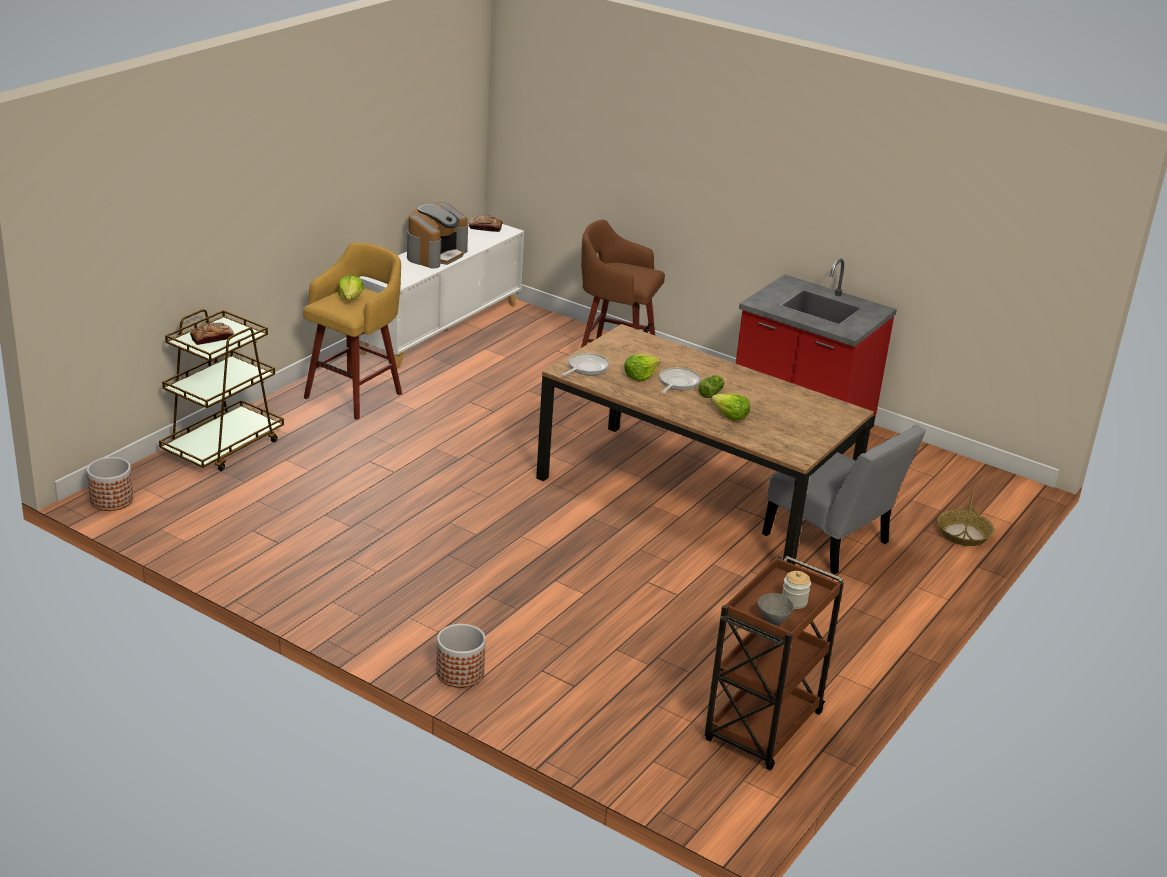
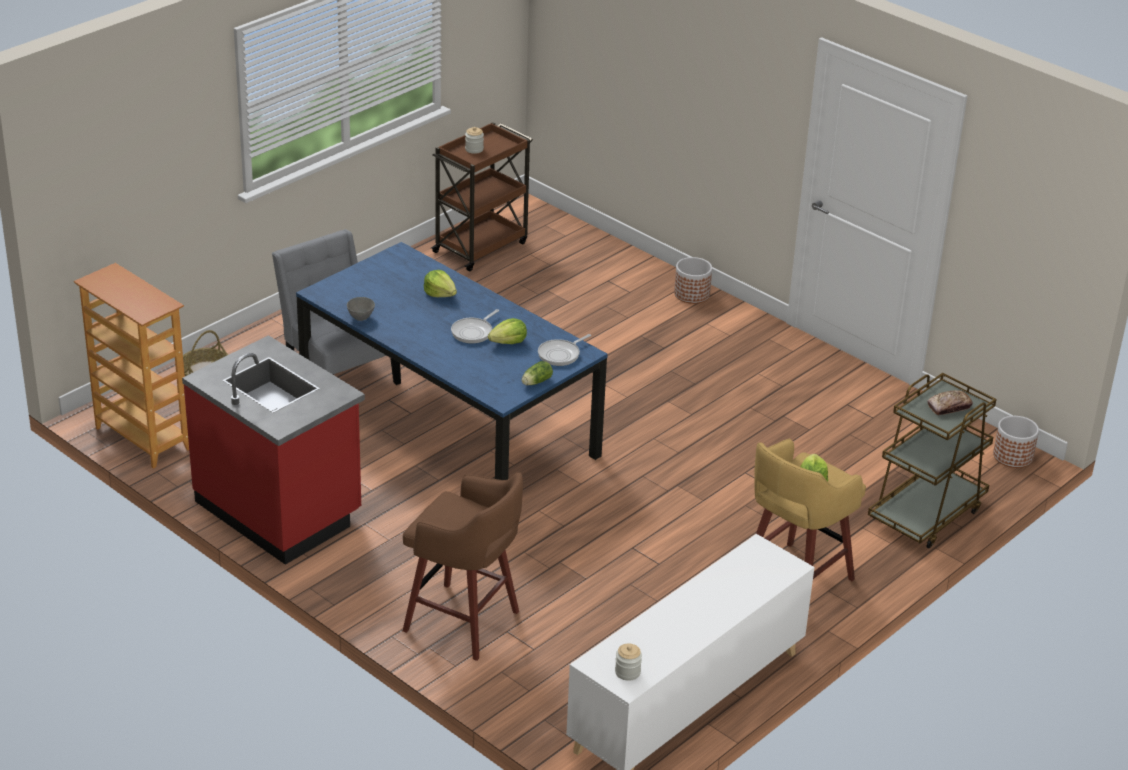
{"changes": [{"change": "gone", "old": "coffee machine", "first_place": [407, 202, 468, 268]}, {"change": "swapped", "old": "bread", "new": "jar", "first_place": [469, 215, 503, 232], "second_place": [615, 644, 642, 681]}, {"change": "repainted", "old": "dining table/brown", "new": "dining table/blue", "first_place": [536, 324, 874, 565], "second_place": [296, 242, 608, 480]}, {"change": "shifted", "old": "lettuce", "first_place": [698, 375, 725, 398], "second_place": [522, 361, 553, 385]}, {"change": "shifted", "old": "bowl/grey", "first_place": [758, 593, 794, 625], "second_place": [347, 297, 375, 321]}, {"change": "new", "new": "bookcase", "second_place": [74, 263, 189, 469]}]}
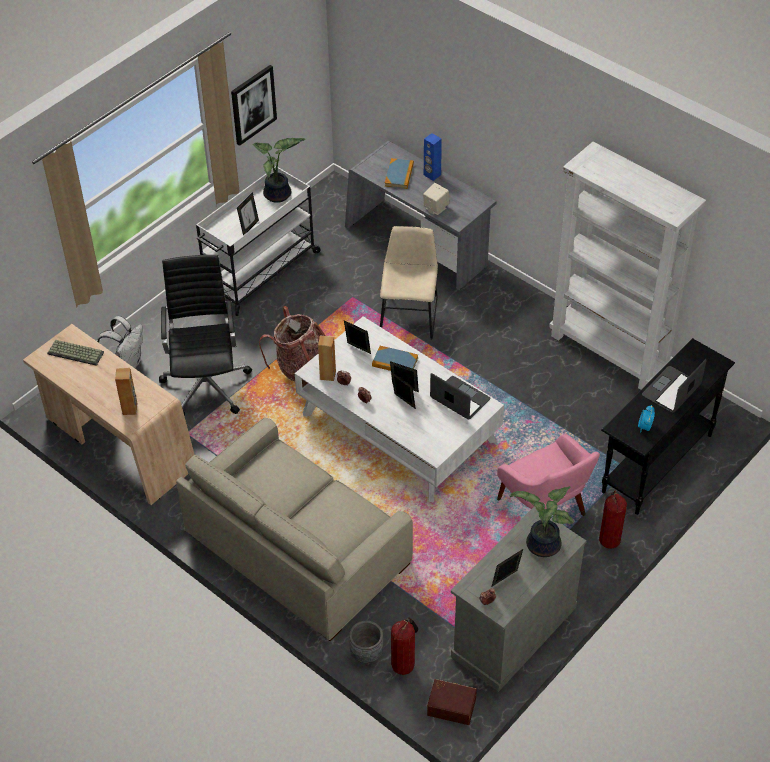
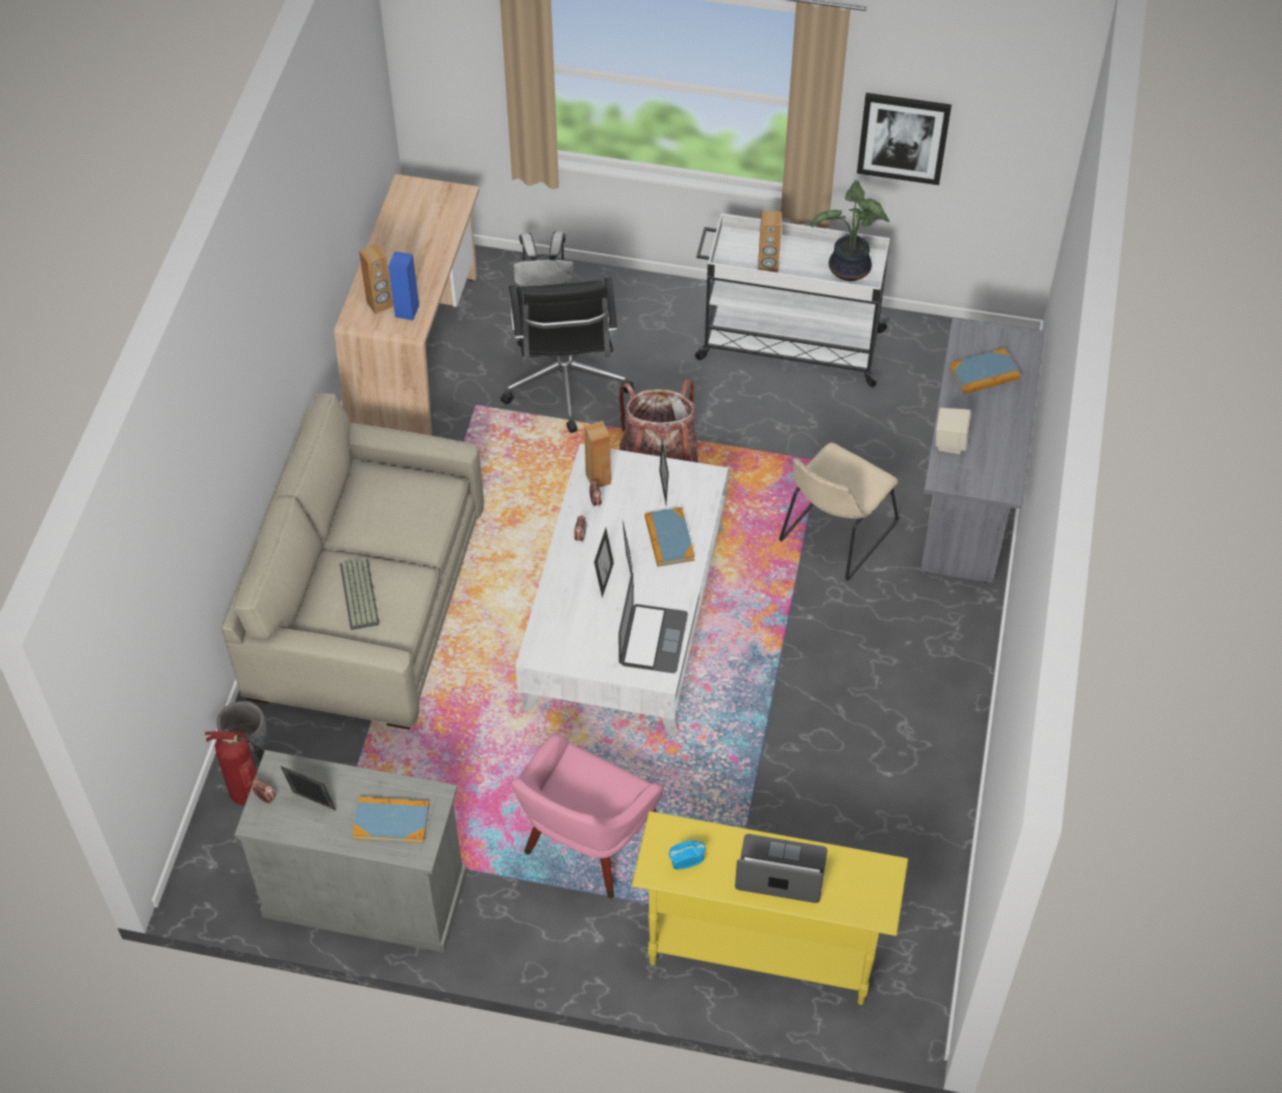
{"changes": [{"change": "shifted", "old": "keyboard", "first_place": [47, 340, 104, 366], "second_place": [340, 558, 379, 630]}, {"change": "rotated", "old": "office chair/black", "first_place": [159, 255, 252, 416], "second_place": [500, 278, 634, 433], "degrees": 120}, {"change": "swapped", "old": "picture frame", "new": "speaker/brown", "first_place": [237, 192, 259, 235], "second_place": [758, 211, 782, 273]}, {"change": "rotated", "old": "chair/beige", "first_place": [380, 226, 438, 339], "second_place": [779, 442, 899, 581], "degrees": 150}, {"change": "shifted", "old": "speaker/blue", "first_place": [424, 133, 442, 181], "second_place": [388, 251, 419, 320]}, {"change": "gone", "old": "storage box/brown", "first_place": [427, 679, 477, 725]}, {"change": "swapped", "old": "potted plant", "new": "book", "first_place": [510, 486, 574, 557], "second_place": [353, 797, 429, 843]}, {"change": "gone", "old": "bookcase/white", "first_place": [549, 142, 706, 389]}, {"change": "gone", "old": "fire extinguisher", "first_place": [599, 490, 627, 549]}, {"change": "repainted", "old": "console table/black", "new": "console table/yellow", "first_place": [601, 338, 735, 515], "second_place": [632, 811, 908, 1005]}]}
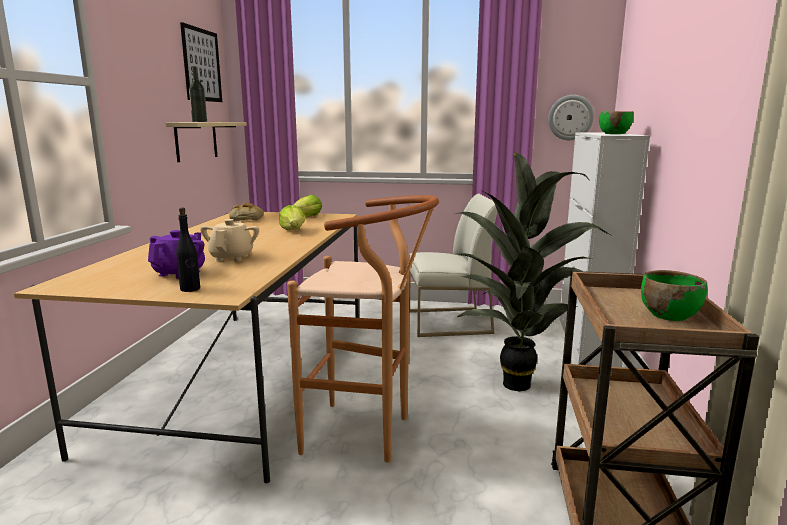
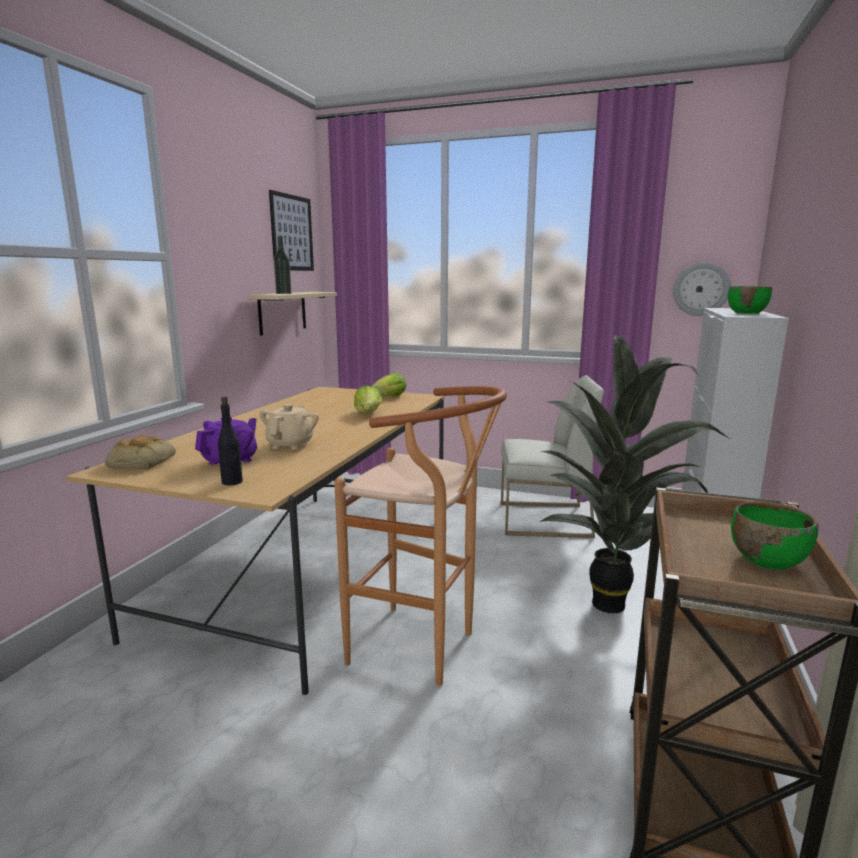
{"changes": [{"change": "shifted", "old": "bread", "first_place": [229, 202, 264, 221], "second_place": [105, 435, 176, 469]}]}
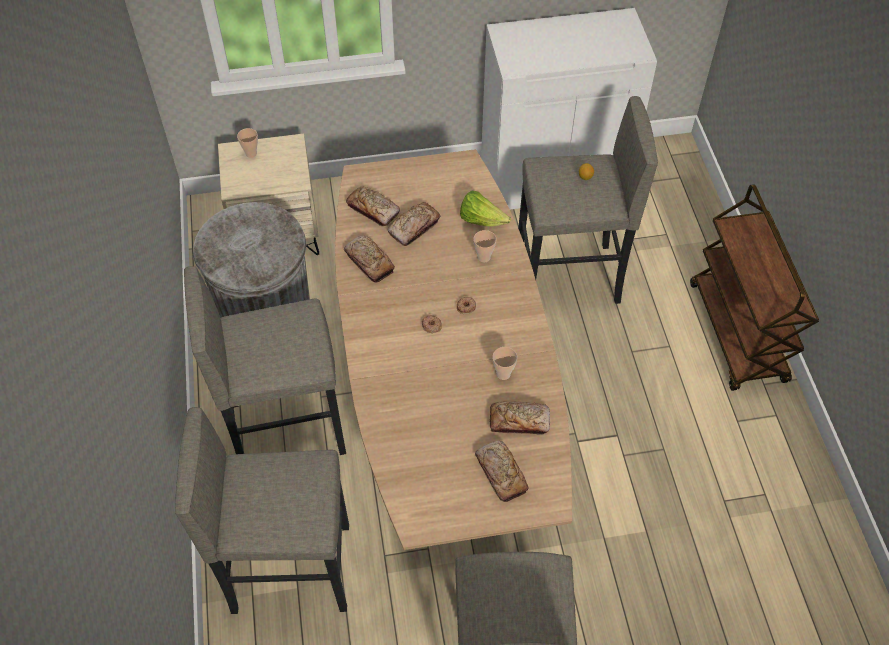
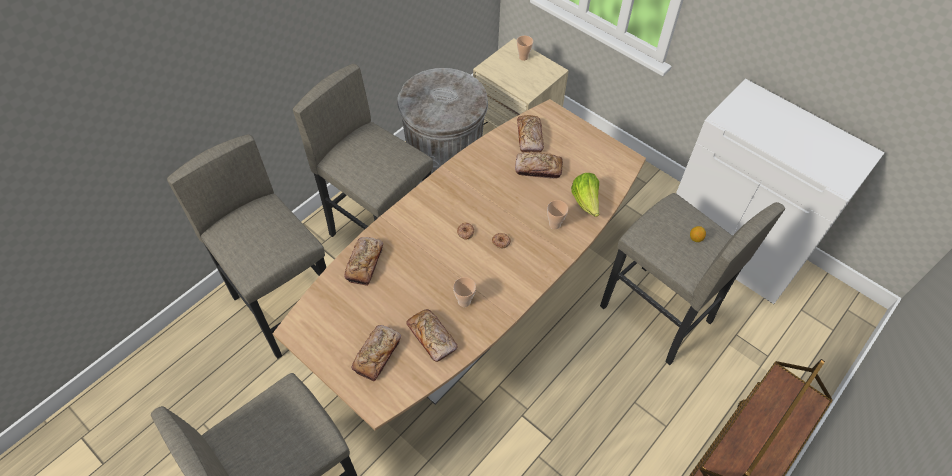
{"changes": [{"change": "shifted", "old": "bread", "first_place": [344, 236, 395, 283], "second_place": [344, 237, 383, 286]}]}
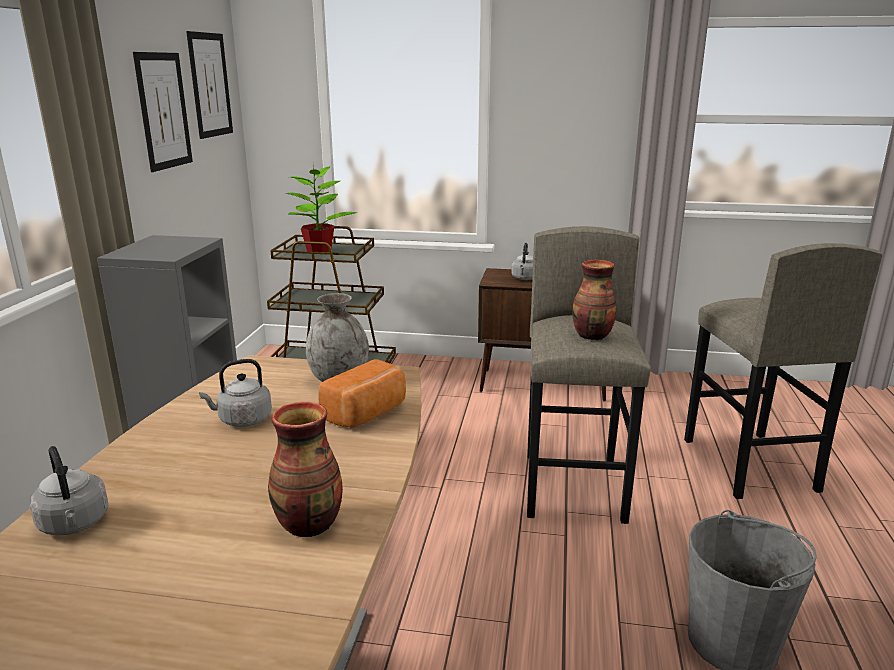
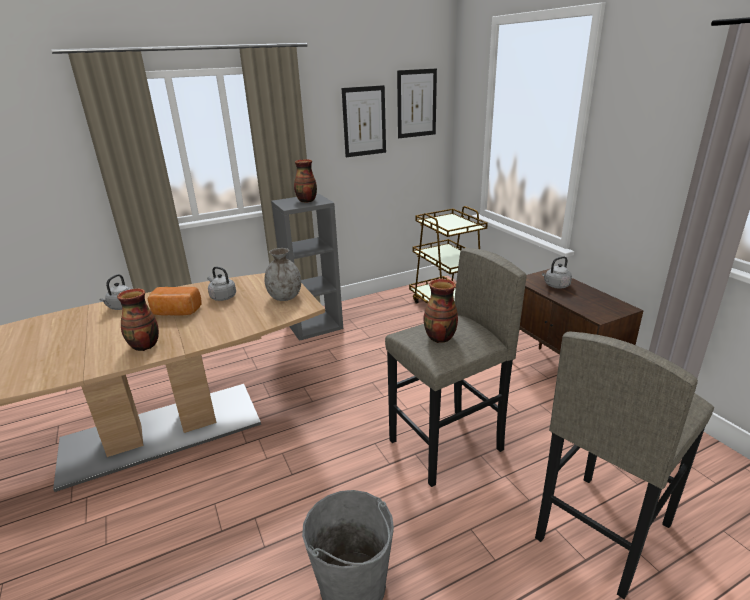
{"changes": [{"change": "gone", "old": "potted plant", "first_place": [286, 163, 357, 252]}, {"change": "shifted", "old": "bread", "first_place": [318, 359, 406, 428], "second_place": [148, 287, 202, 316]}, {"change": "new", "new": "vase", "second_place": [294, 159, 317, 203]}]}
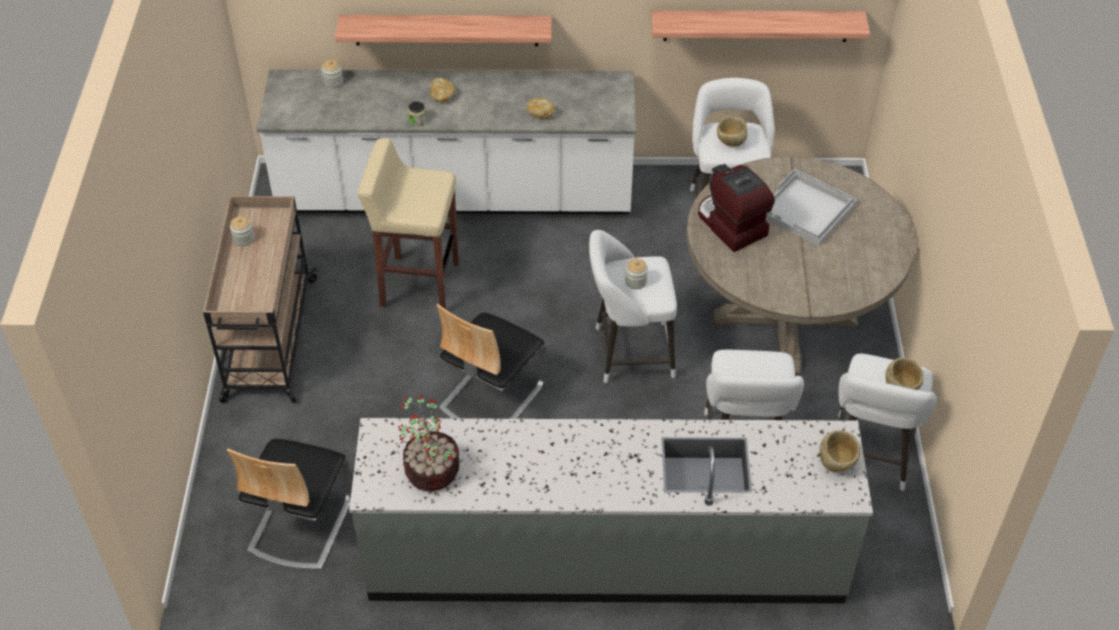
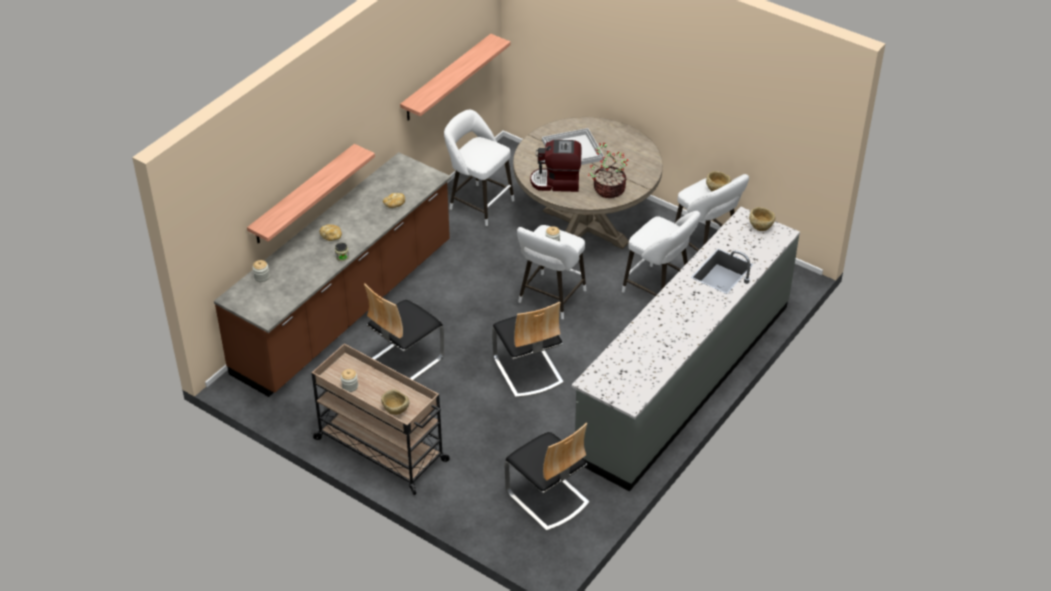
{"changes": [{"change": "repainted", "old": "counter/white", "new": "counter/brown", "first_place": [256, 70, 636, 214], "second_place": [214, 152, 451, 397]}, {"change": "swapped", "old": "stool/beige", "new": "chair", "first_place": [358, 138, 459, 309], "second_place": [364, 283, 444, 380]}, {"change": "shifted", "old": "potted plant", "first_place": [398, 395, 460, 491], "second_place": [588, 142, 629, 198]}, {"change": "shifted", "old": "bowl/beige", "first_place": [717, 116, 748, 147], "second_place": [381, 389, 409, 415]}]}
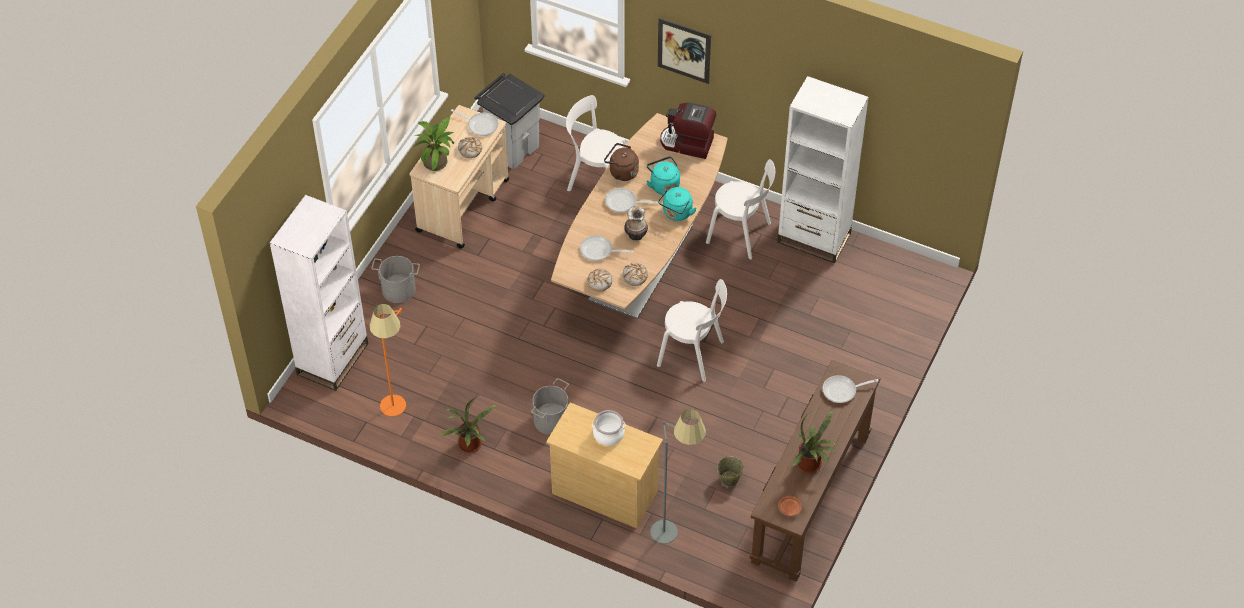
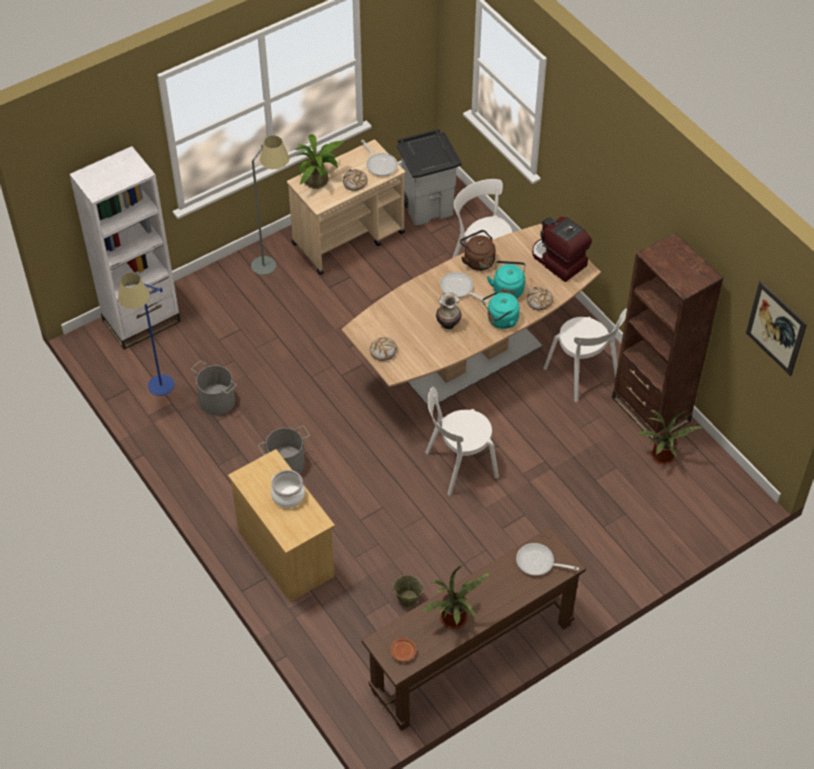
{"changes": [{"change": "repainted", "old": "floor lamp/orange", "new": "floor lamp/blue", "first_place": [370, 304, 406, 416], "second_place": [118, 273, 175, 396]}, {"change": "shifted", "old": "bucket/grey", "first_place": [371, 256, 420, 303], "second_place": [191, 361, 236, 416]}, {"change": "shifted", "old": "potted plant", "first_place": [440, 396, 498, 453], "second_place": [638, 410, 703, 464]}, {"change": "gone", "old": "frying pan", "first_place": [580, 235, 633, 261]}, {"change": "shifted", "old": "bread", "first_place": [623, 263, 648, 286], "second_place": [527, 287, 553, 310]}, {"change": "shifted", "old": "floor lamp/grey", "first_place": [650, 409, 706, 544], "second_place": [251, 136, 290, 275]}, {"change": "rotated", "old": "chair/white", "first_place": [657, 279, 727, 382], "second_place": [425, 387, 499, 496], "degrees": 105}, {"change": "shifted", "old": "picture", "first_place": [658, 18, 711, 84], "second_place": [746, 281, 807, 376]}, {"change": "repainted", "old": "bookcase/white", "new": "bookcase/brown", "first_place": [777, 76, 869, 263], "second_place": [612, 233, 724, 440]}]}
